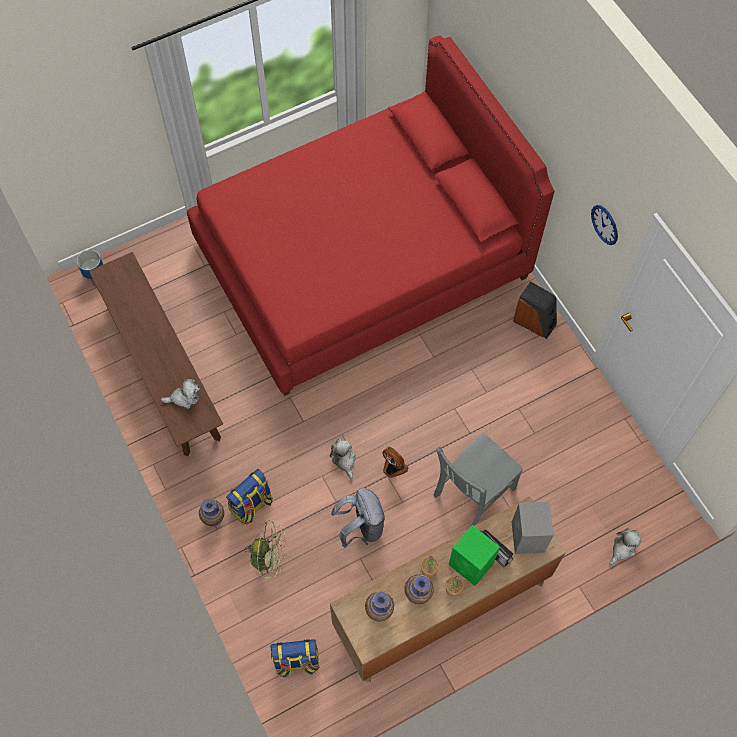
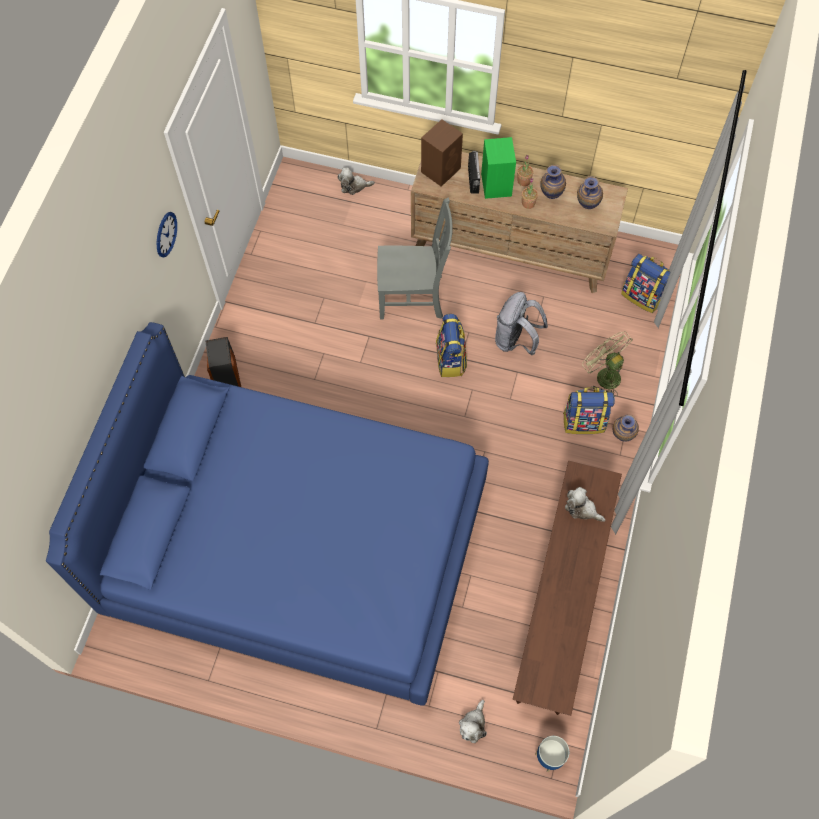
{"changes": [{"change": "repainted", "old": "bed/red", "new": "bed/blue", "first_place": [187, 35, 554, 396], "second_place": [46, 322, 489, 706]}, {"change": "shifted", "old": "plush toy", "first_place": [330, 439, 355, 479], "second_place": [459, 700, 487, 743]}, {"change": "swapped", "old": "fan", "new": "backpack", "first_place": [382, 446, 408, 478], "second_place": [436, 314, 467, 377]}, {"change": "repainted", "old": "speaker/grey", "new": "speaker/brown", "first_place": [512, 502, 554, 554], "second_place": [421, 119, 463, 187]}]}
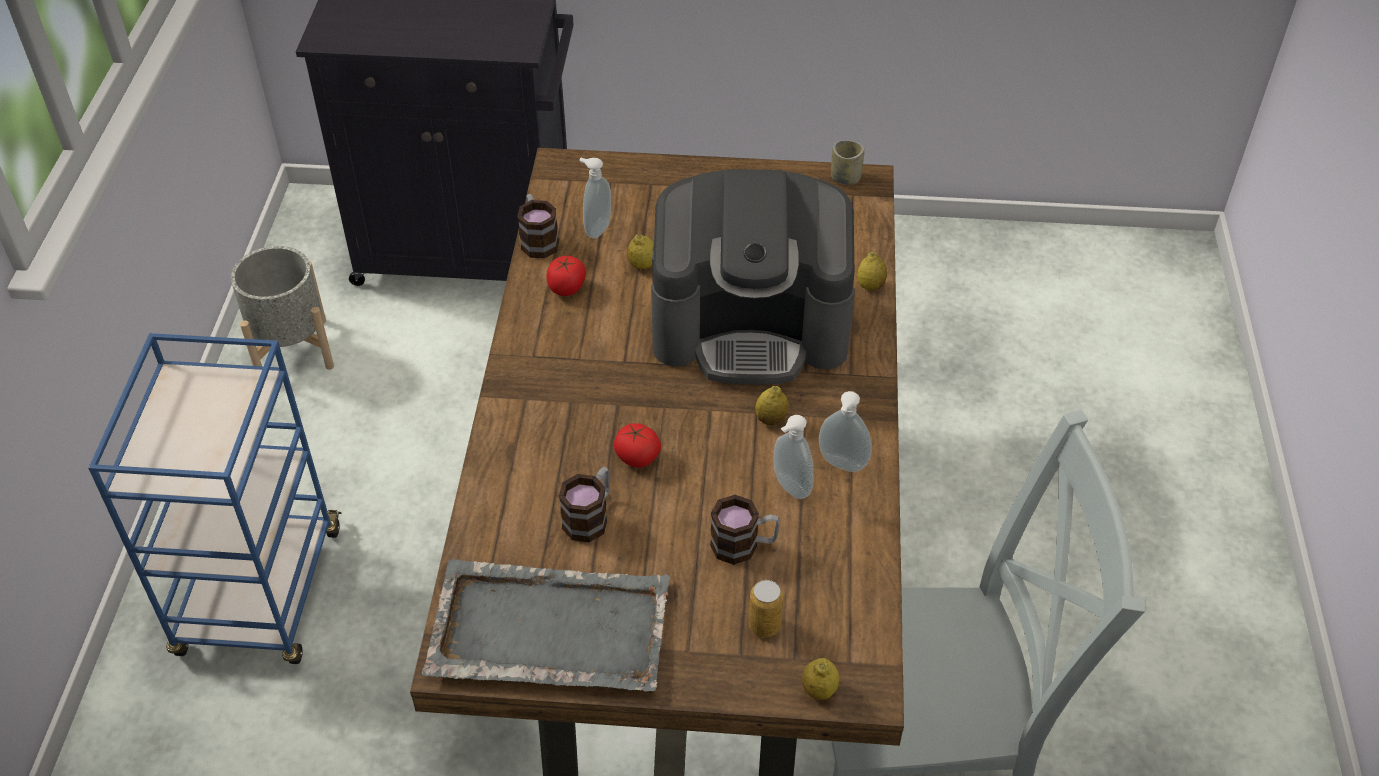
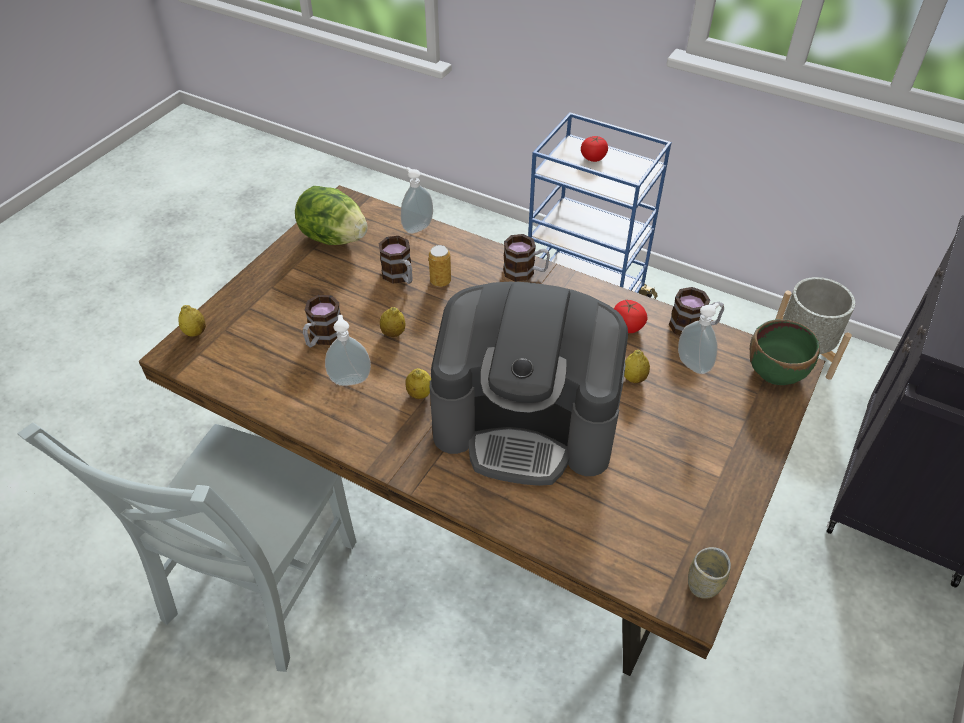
{"changes": [{"change": "swapped", "old": "tray/grey", "new": "lettuce", "first_place": [422, 559, 670, 691], "second_place": [295, 186, 368, 245]}, {"change": "shifted", "old": "tomato", "first_place": [614, 423, 661, 468], "second_place": [581, 136, 608, 162]}, {"change": "rotated", "old": "coffee machine", "first_place": [651, 169, 855, 385], "second_place": [430, 282, 628, 486], "degrees": -105}, {"change": "shifted", "old": "can", "first_place": [749, 580, 783, 638], "second_place": [429, 245, 451, 287]}, {"change": "shifted", "old": "soap dispenser", "first_place": [819, 391, 872, 472], "second_place": [401, 167, 433, 234]}, {"change": "shifted", "old": "lemon", "first_place": [857, 252, 887, 291], "second_place": [380, 307, 406, 337]}, {"change": "new", "new": "mug", "second_place": [503, 234, 550, 282]}, {"change": "new", "new": "bowl/green", "second_place": [750, 319, 820, 385]}]}
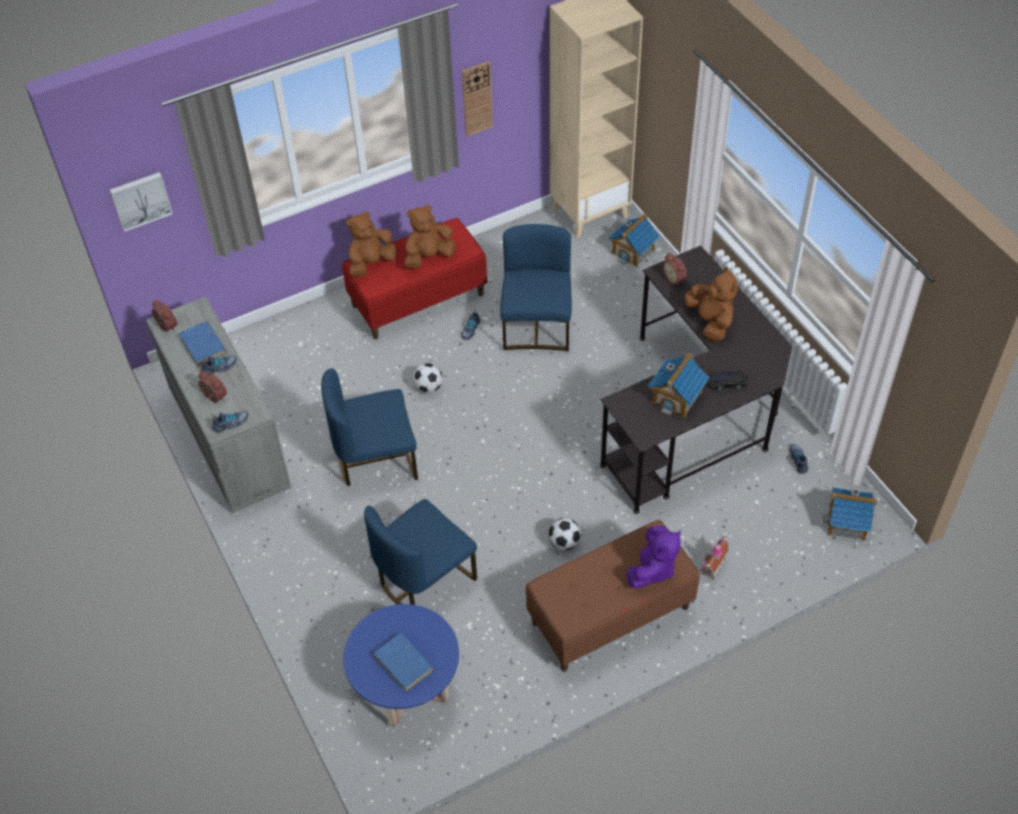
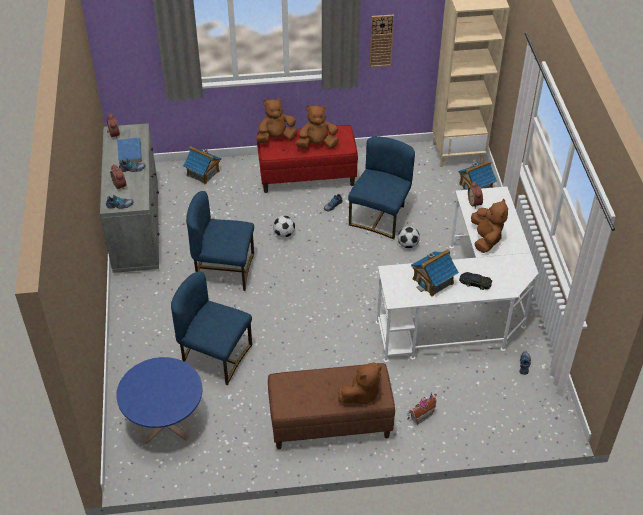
{"changes": [{"change": "gone", "old": "picture", "first_place": [110, 172, 173, 232]}, {"change": "rotated", "old": "chair/blue", "first_place": [364, 499, 477, 605], "second_place": [171, 271, 252, 385], "degrees": 45}, {"change": "gone", "old": "book/blue", "first_place": [374, 633, 434, 692]}, {"change": "shifted", "old": "football", "first_place": [548, 518, 581, 550], "second_place": [398, 226, 420, 248]}, {"change": "repainted", "old": "desk/black", "new": "desk/white", "first_place": [600, 245, 792, 514], "second_place": [376, 186, 539, 362]}, {"change": "repainted", "old": "plush toy/purple", "new": "plush toy/brown", "first_place": [627, 525, 681, 588], "second_place": [338, 363, 381, 405]}, {"change": "shifted", "old": "toy house", "first_place": [823, 487, 877, 541], "second_place": [183, 147, 221, 184]}]}
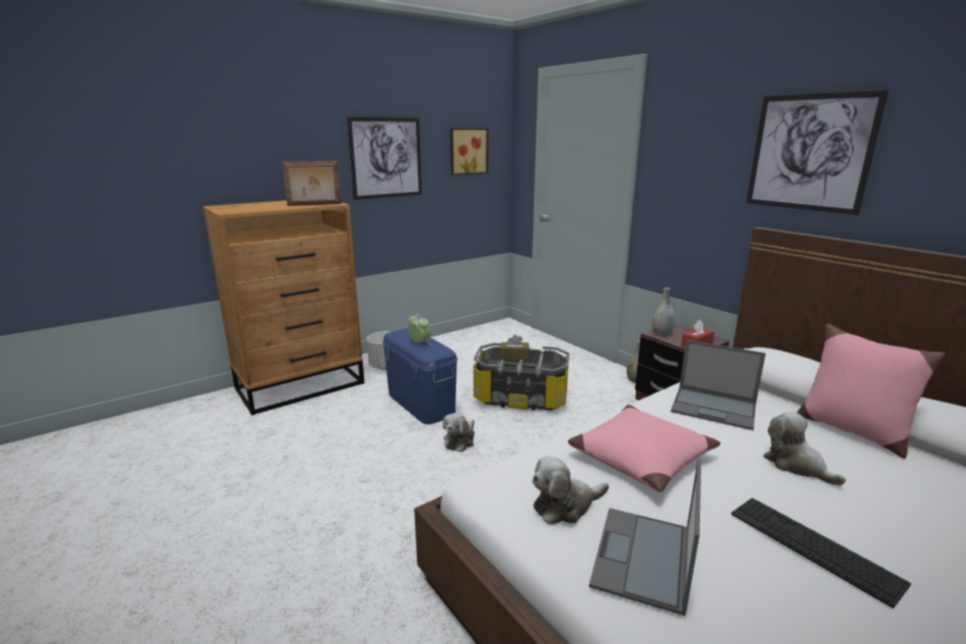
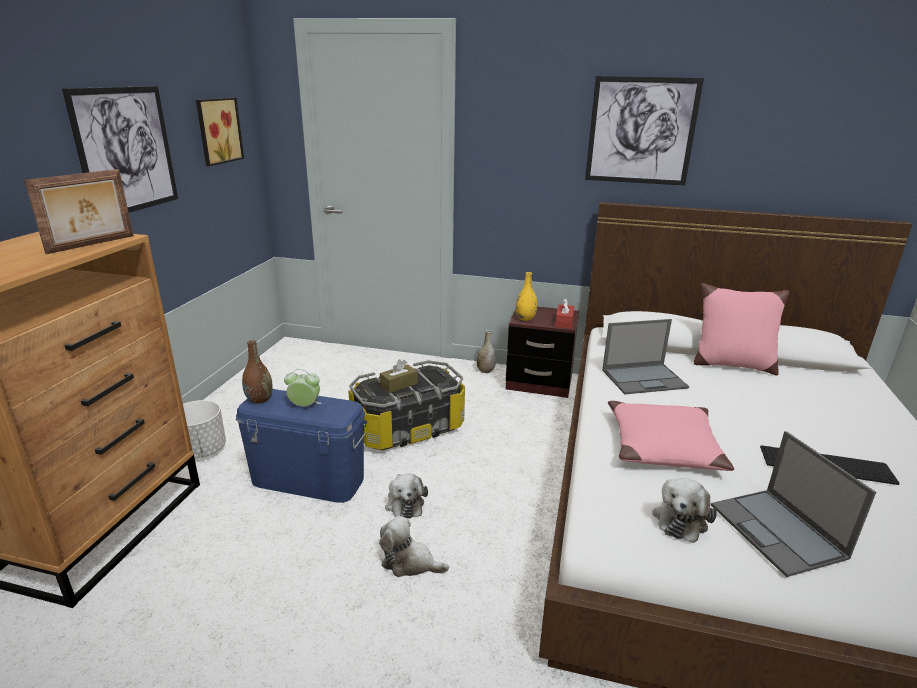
{"changes": [{"change": "repainted", "old": "vase/grey", "new": "vase/yellow", "first_place": [652, 287, 675, 336], "second_place": [516, 272, 537, 321]}, {"change": "shifted", "old": "plush toy", "first_place": [763, 412, 846, 486], "second_place": [379, 516, 449, 577]}, {"change": "new", "new": "vase/brown", "second_place": [242, 340, 273, 404]}]}
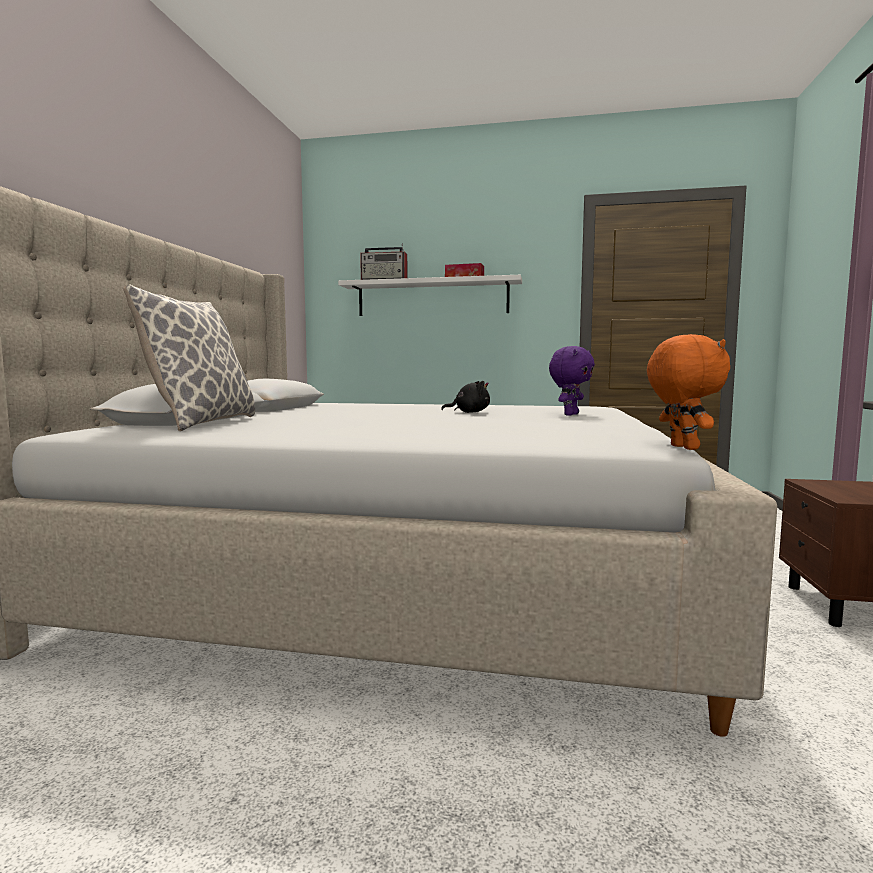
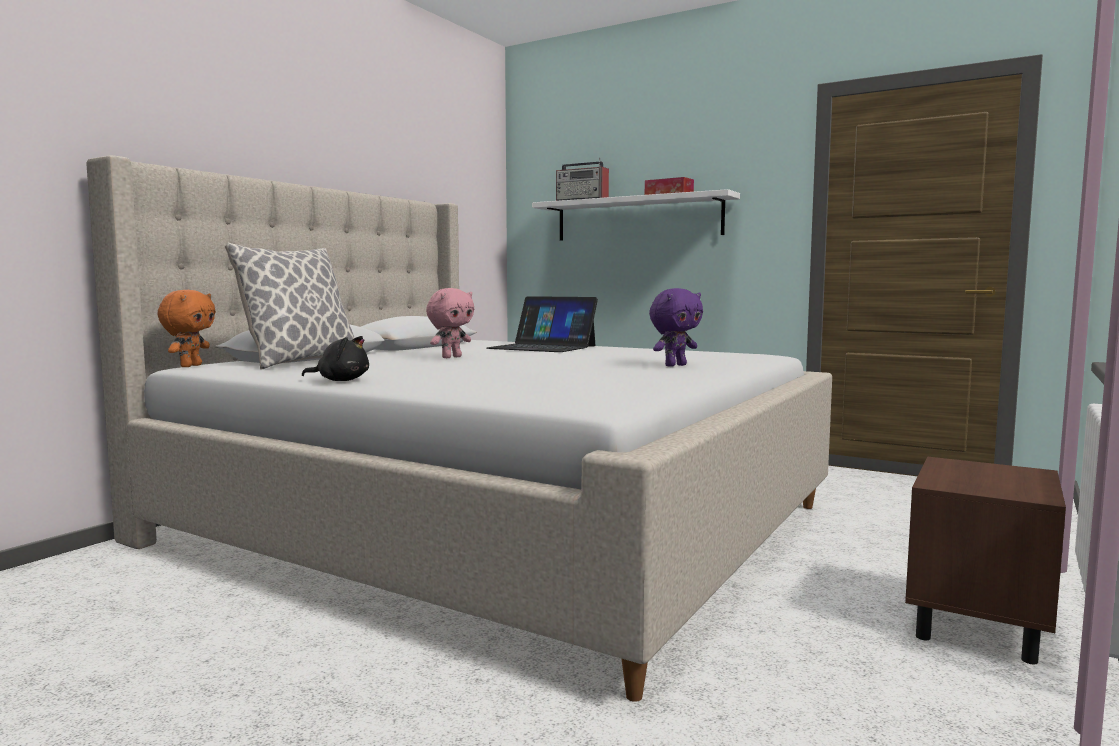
{"changes": [{"change": "shifted", "old": "plush toy/black", "first_place": [441, 381, 490, 413], "second_place": [302, 336, 369, 381]}, {"change": "shifted", "old": "plush toy/orange", "first_place": [647, 334, 730, 450], "second_place": [157, 290, 216, 367]}, {"change": "new", "new": "plush toy/pink", "second_place": [426, 288, 474, 358]}, {"change": "new", "new": "laptop", "second_place": [486, 296, 598, 352]}]}
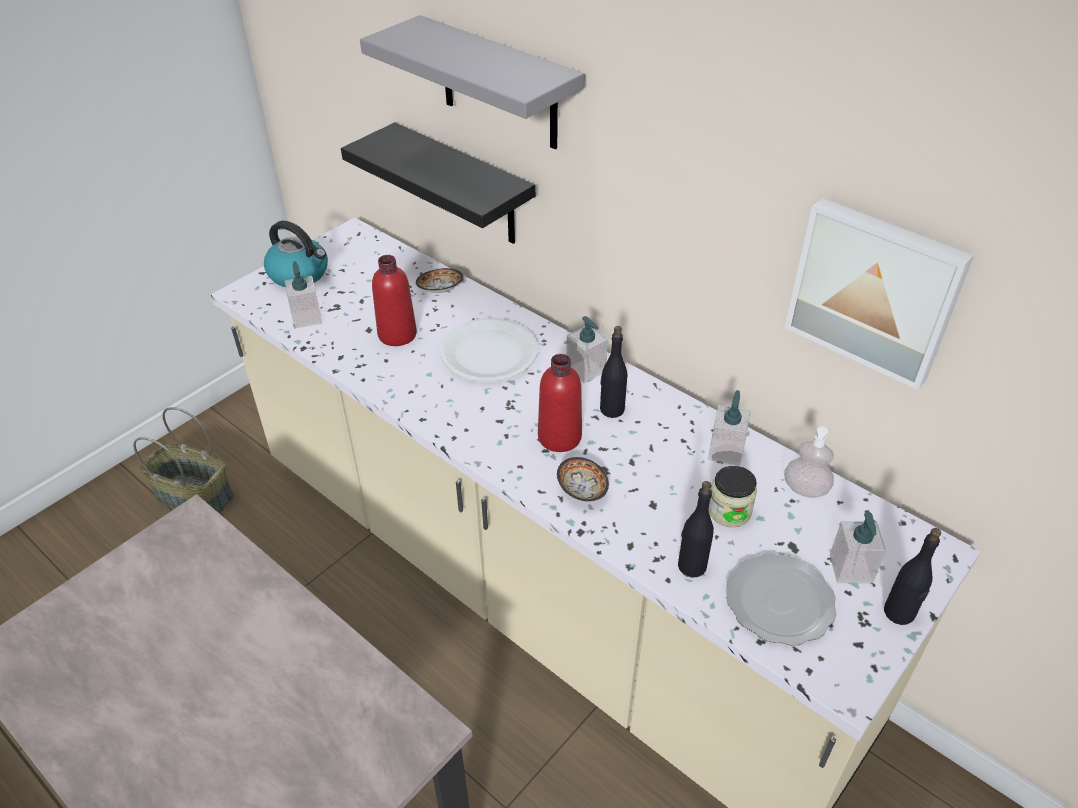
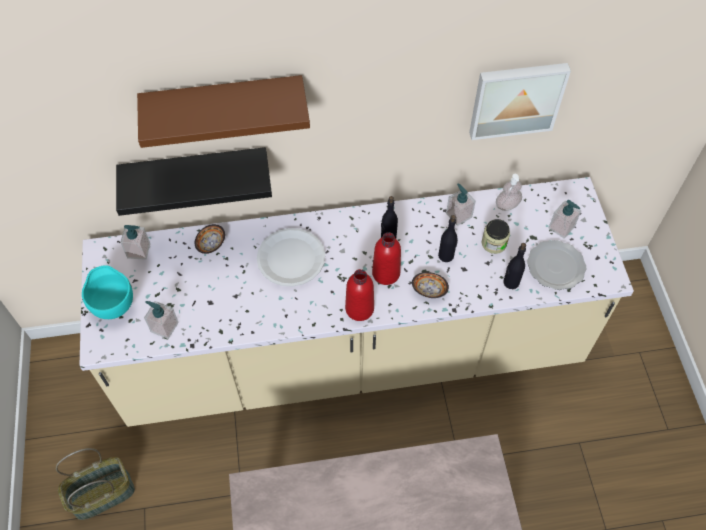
{"changes": [{"change": "swapped", "old": "kettle", "new": "bowl/turquoise", "first_place": [264, 221, 328, 287], "second_place": [82, 265, 133, 319]}, {"change": "repainted", "old": "shelf/grey", "new": "shelf/brown", "first_place": [360, 15, 585, 149], "second_place": [137, 75, 310, 148]}, {"change": "shifted", "old": "bottle/red", "first_place": [372, 255, 417, 346], "second_place": [345, 269, 374, 321]}, {"change": "shifted", "old": "soap dispenser", "first_place": [566, 316, 608, 383], "second_place": [120, 225, 150, 260]}, {"change": "shifted", "old": "bottle/black", "first_place": [884, 528, 941, 625], "second_place": [438, 215, 458, 262]}]}
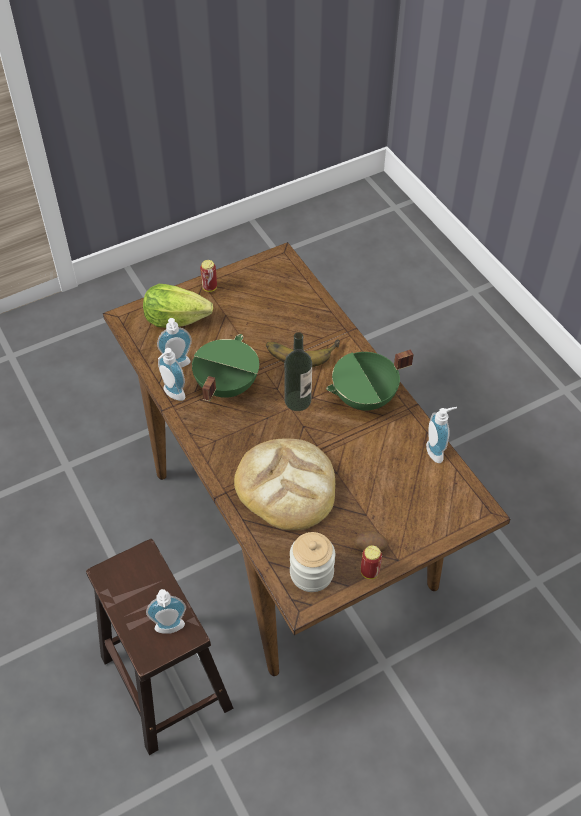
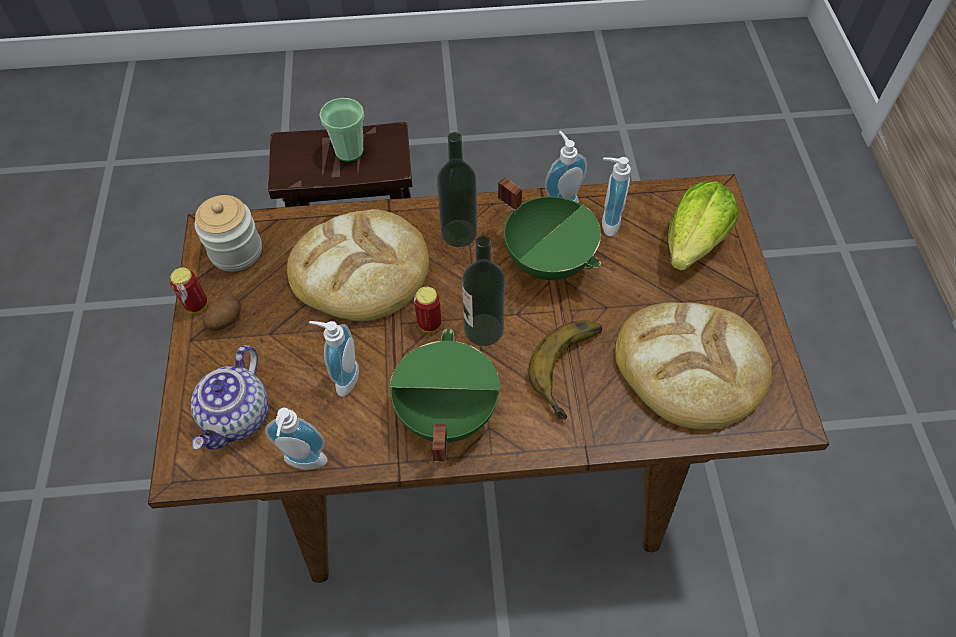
{"changes": [{"change": "shifted", "old": "soap dispenser", "first_place": [146, 589, 186, 634], "second_place": [309, 321, 359, 397]}, {"change": "shifted", "old": "can", "first_place": [200, 260, 217, 292], "second_place": [414, 287, 441, 333]}, {"change": "new", "new": "teapot", "second_place": [191, 345, 269, 450]}, {"change": "new", "new": "cup", "second_place": [319, 98, 364, 162]}, {"change": "new", "new": "bottle", "second_place": [437, 132, 477, 247]}, {"change": "new", "new": "bread", "second_place": [615, 302, 772, 430]}]}
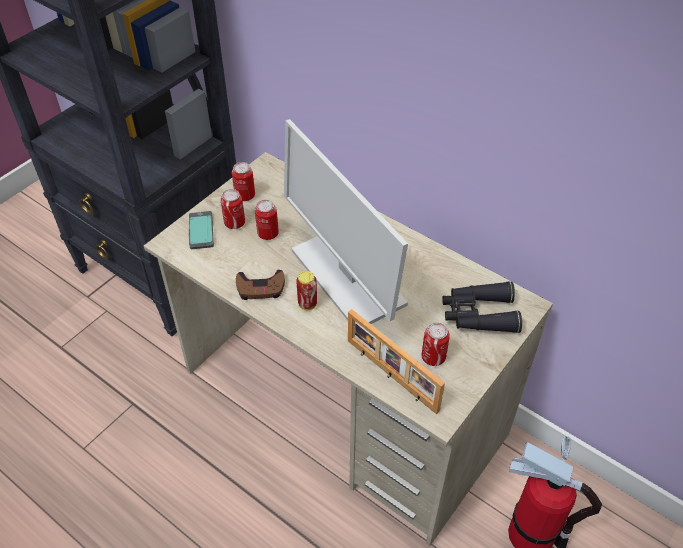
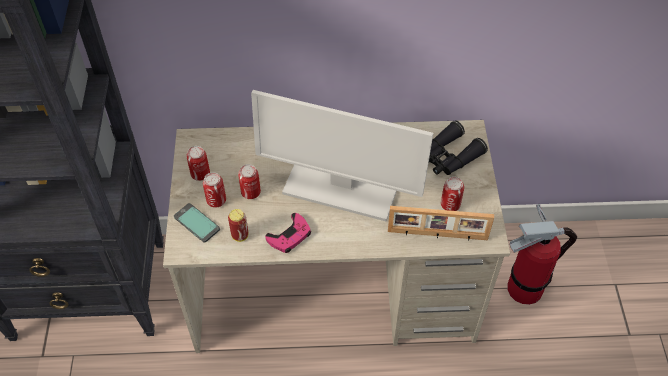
{"changes": [{"change": "repainted", "old": "game controller/brown", "new": "game controller/pink", "first_place": [236, 270, 285, 300], "second_place": [265, 213, 311, 253]}, {"change": "shifted", "old": "can", "first_place": [296, 271, 317, 310], "second_place": [228, 209, 248, 242]}]}
